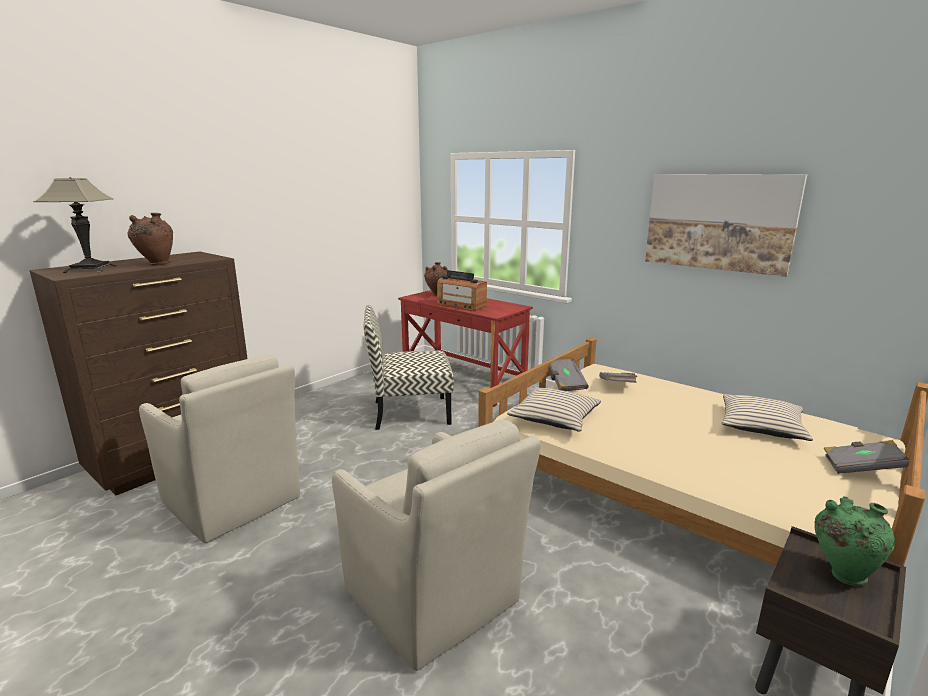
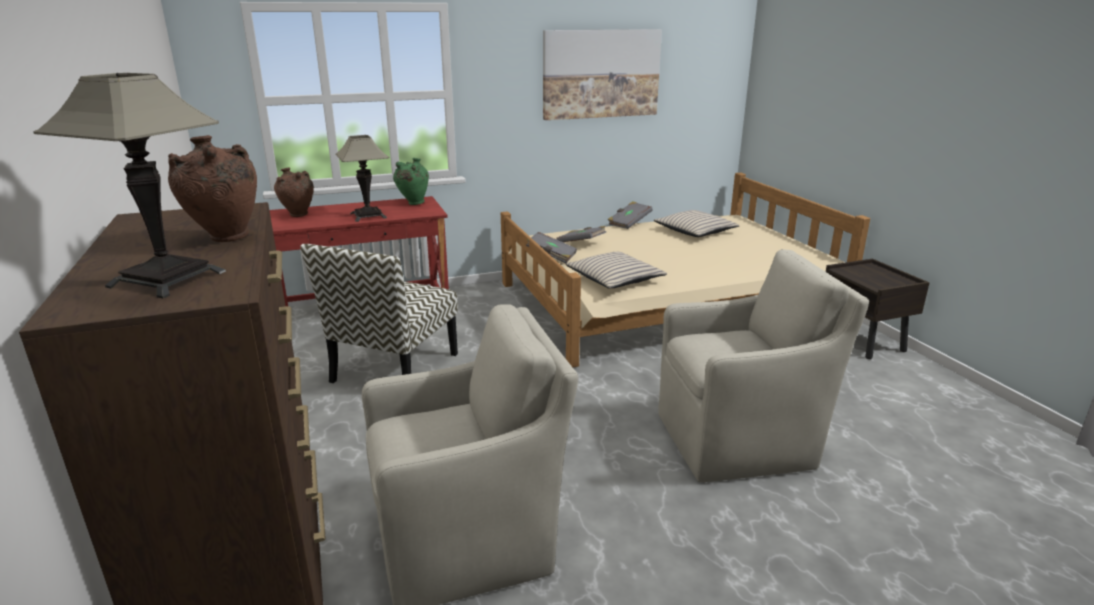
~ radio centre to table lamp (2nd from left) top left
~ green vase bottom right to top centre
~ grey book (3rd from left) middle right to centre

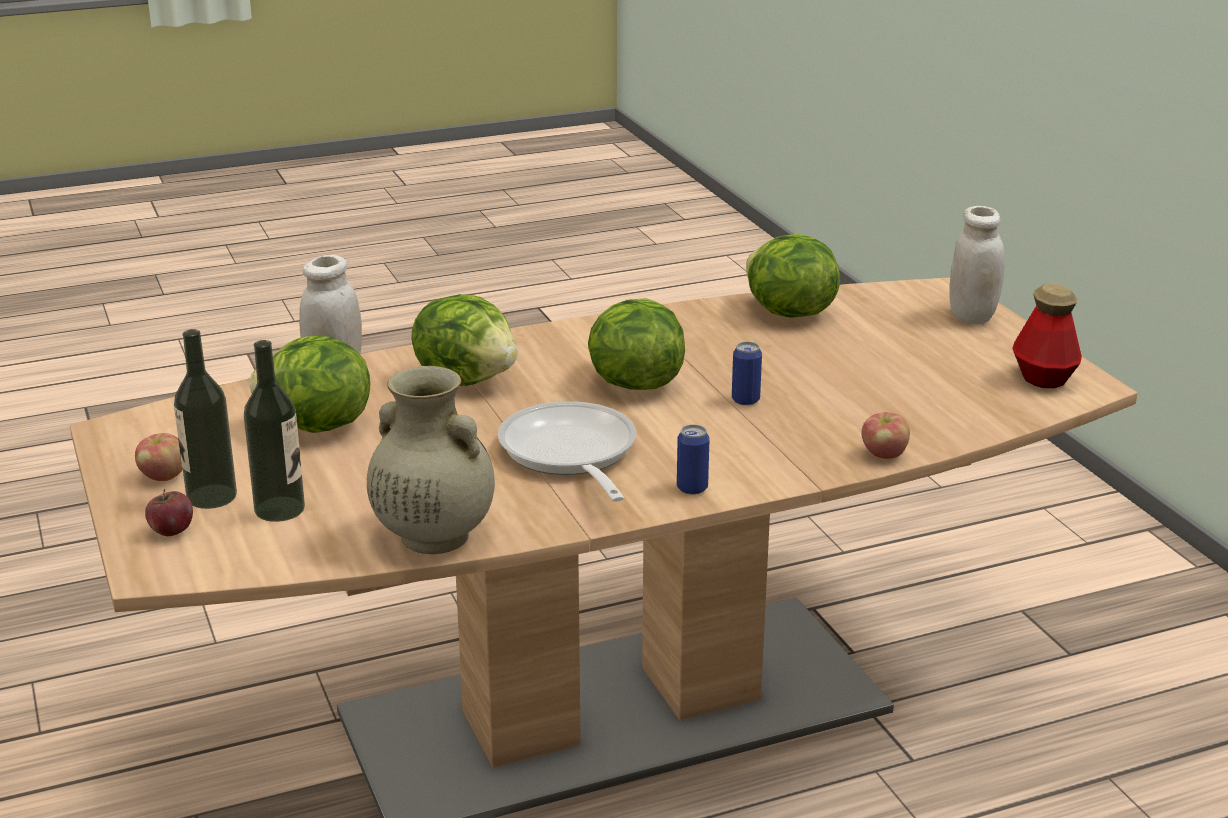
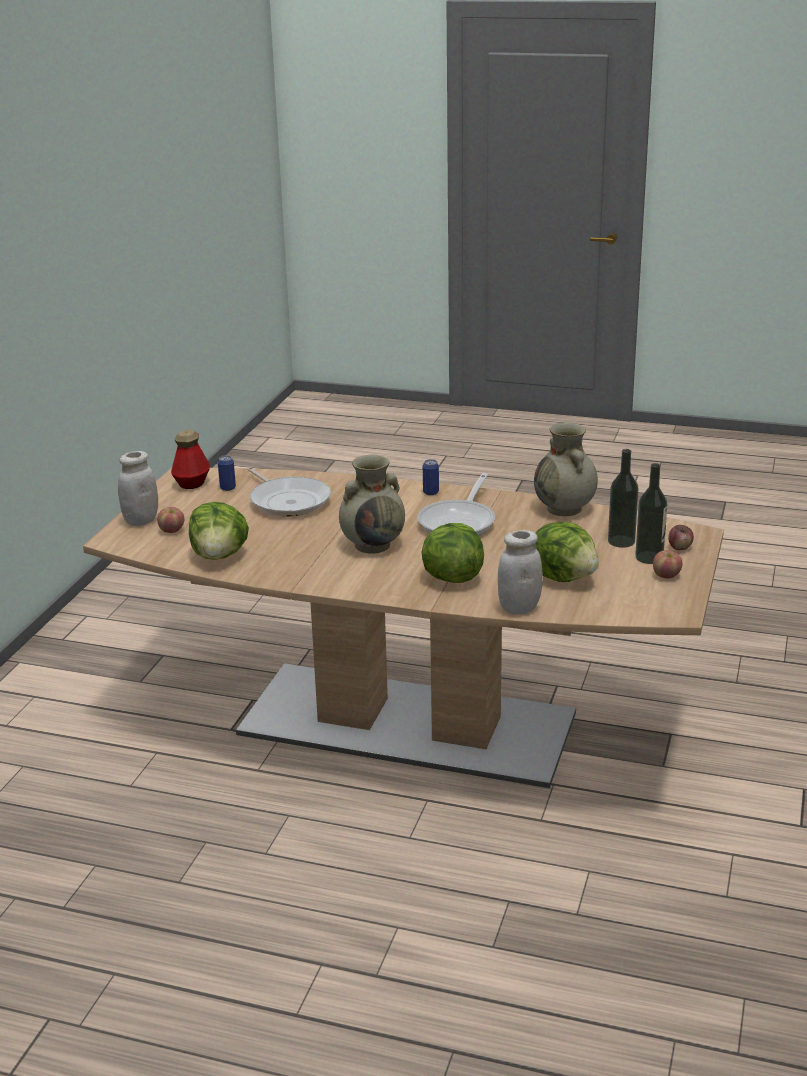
~ apple (3rd from left in the first image) middle right to apple (1st from left) middle left
~ can (2nd from left in the first image) centre to can (1st from left) middle left
+ frying pan (1st from left) centre
~ lettuce (3rd from left) centre to beige vase (1st from left) centre

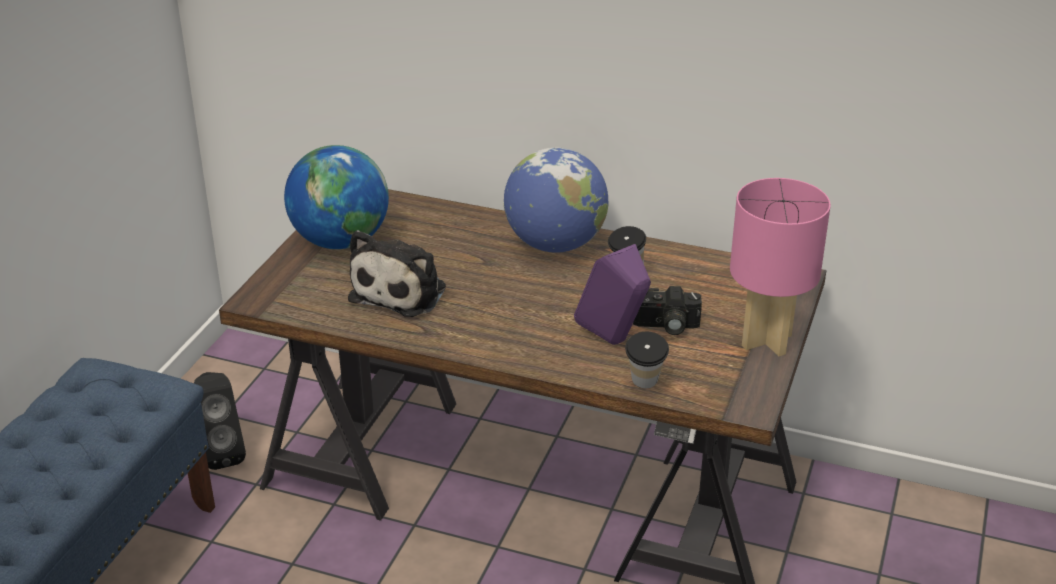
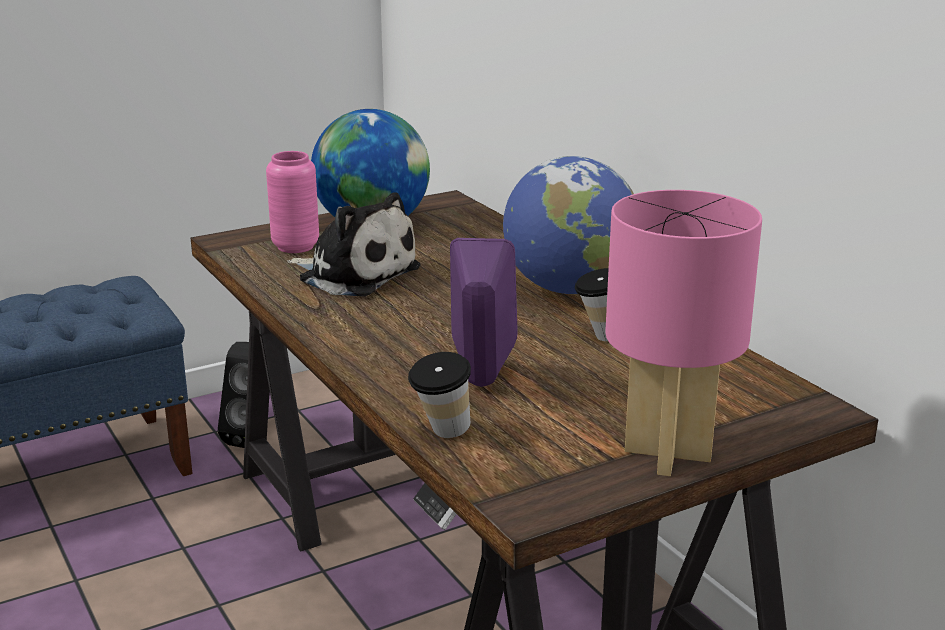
+ pink vase top left
~ plush toy centre = centre 120 degrees counterclockwise
- photo camera centre

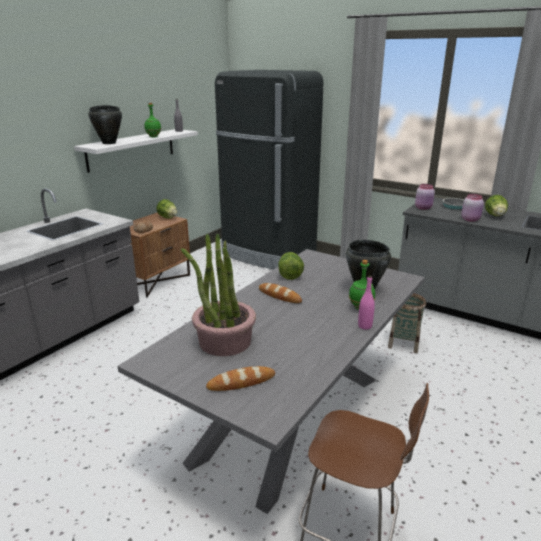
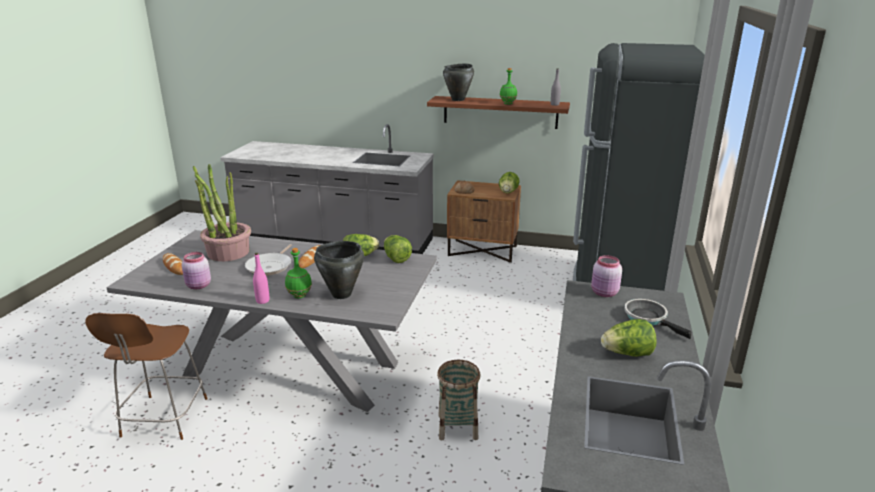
~ pink jar (2nd from left in the first image) middle right to pink jar (1st from left) middle left
+ frying pan (1st from left) middle left
+ lettuce (2nd from left) centre
~ white shelf top left to brown shelf top centre

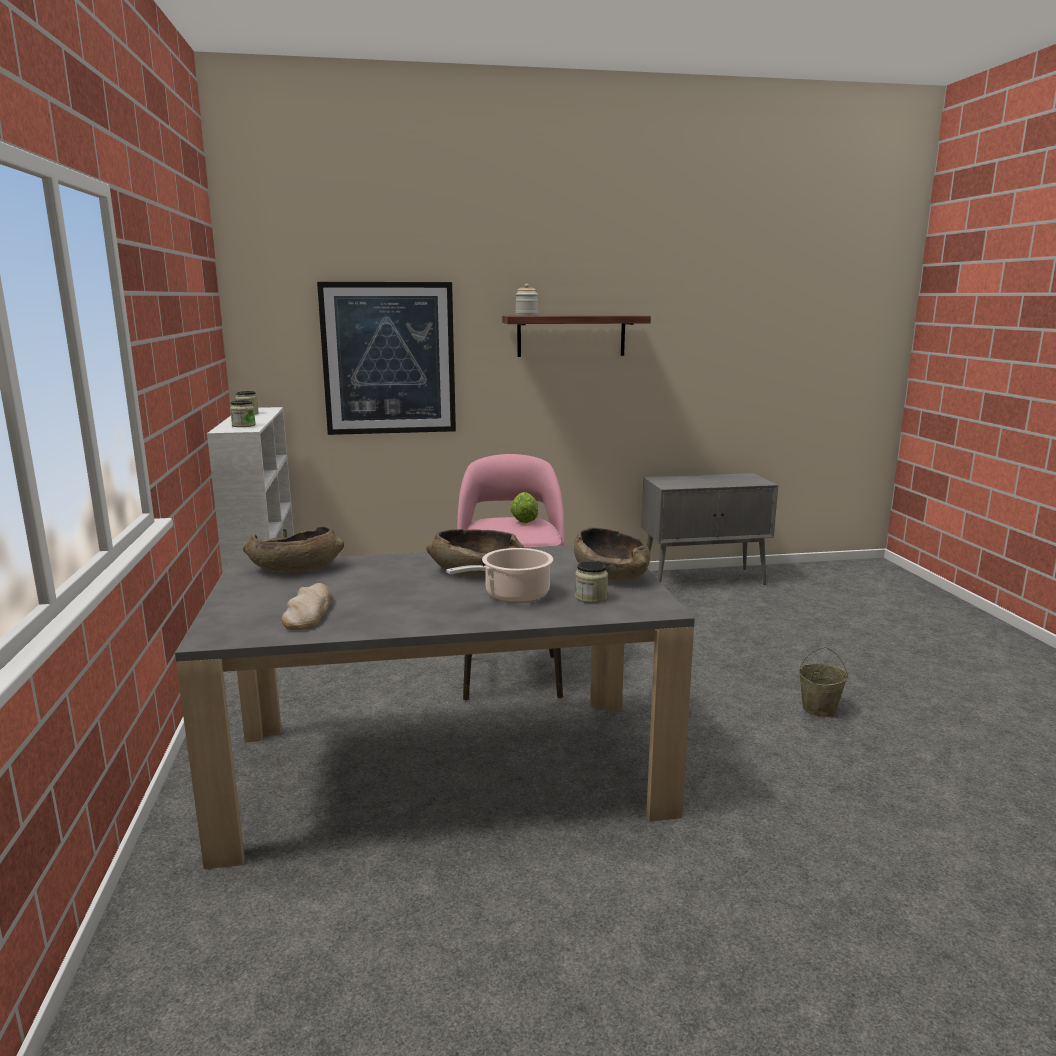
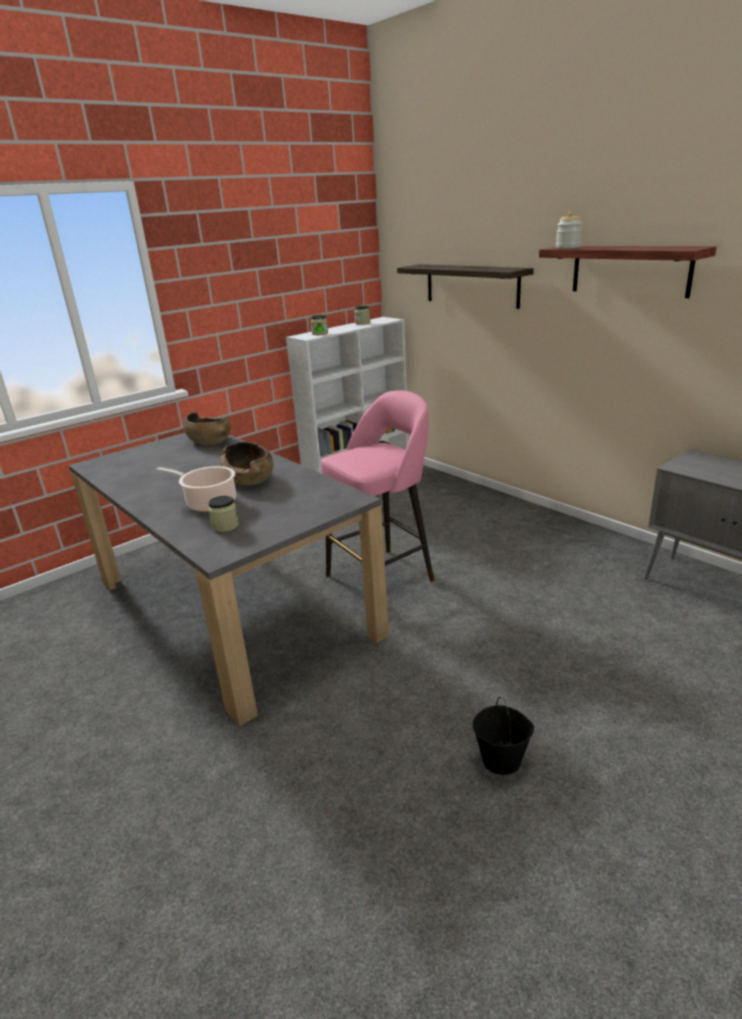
~ picture centre to shelf (1st from left) top centre
~ beige bucket middle right to black bucket bottom right
- bread middle left
- lettuce centre
- brown bowl (3rd from left) centre

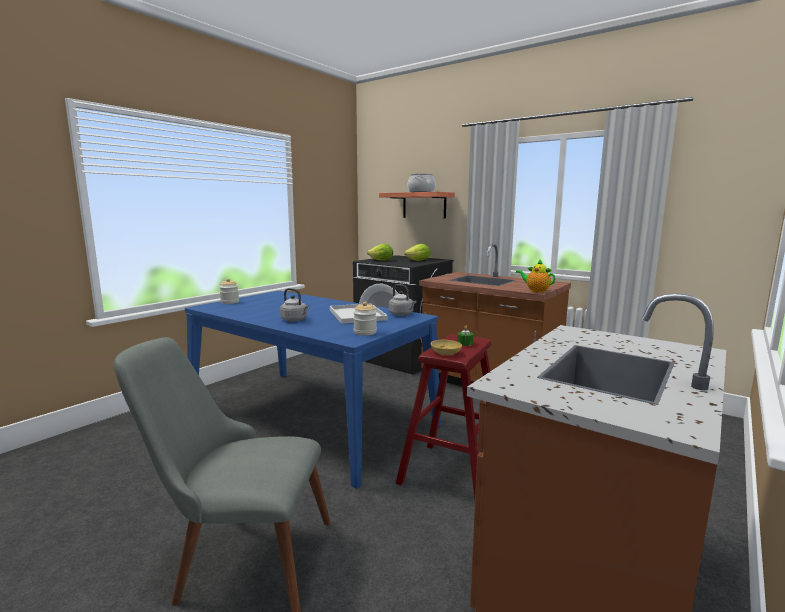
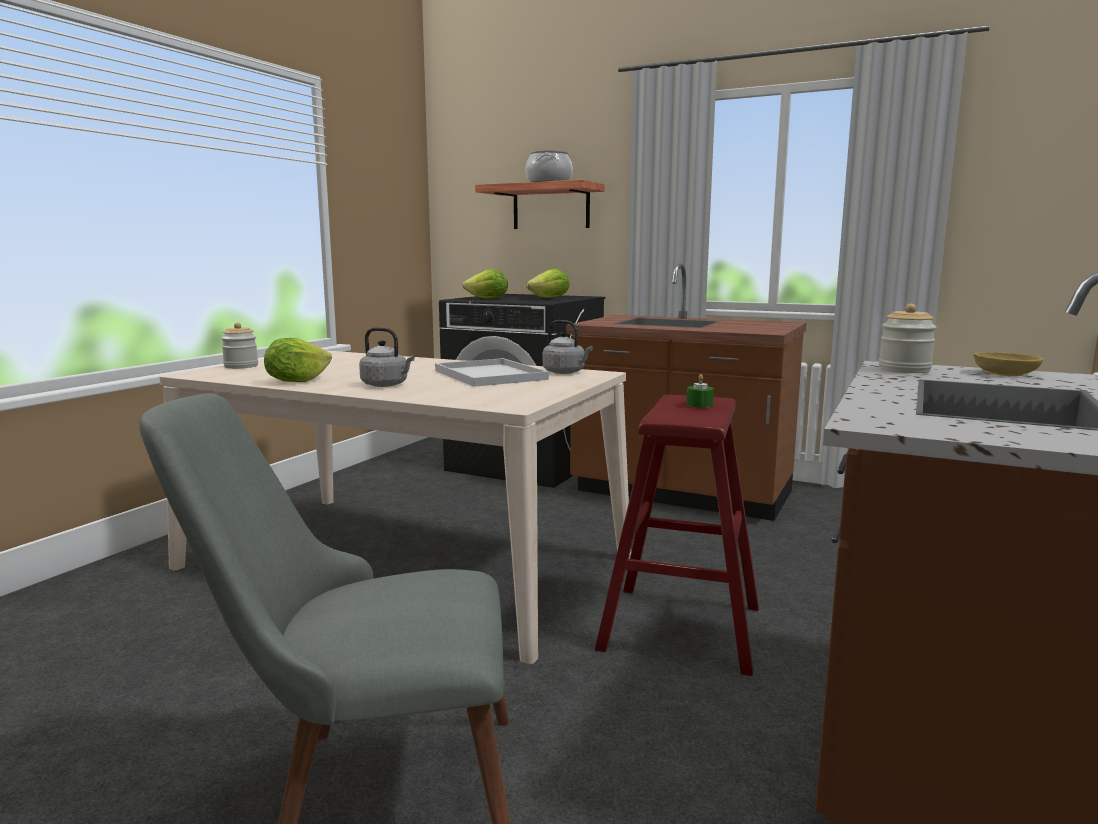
~ blue dining table centre to beige dining table centre
+ lettuce (1st from left) middle left
~ jar (2nd from left) centre to middle right
~ beige bowl centre to middle right
- teapot middle right

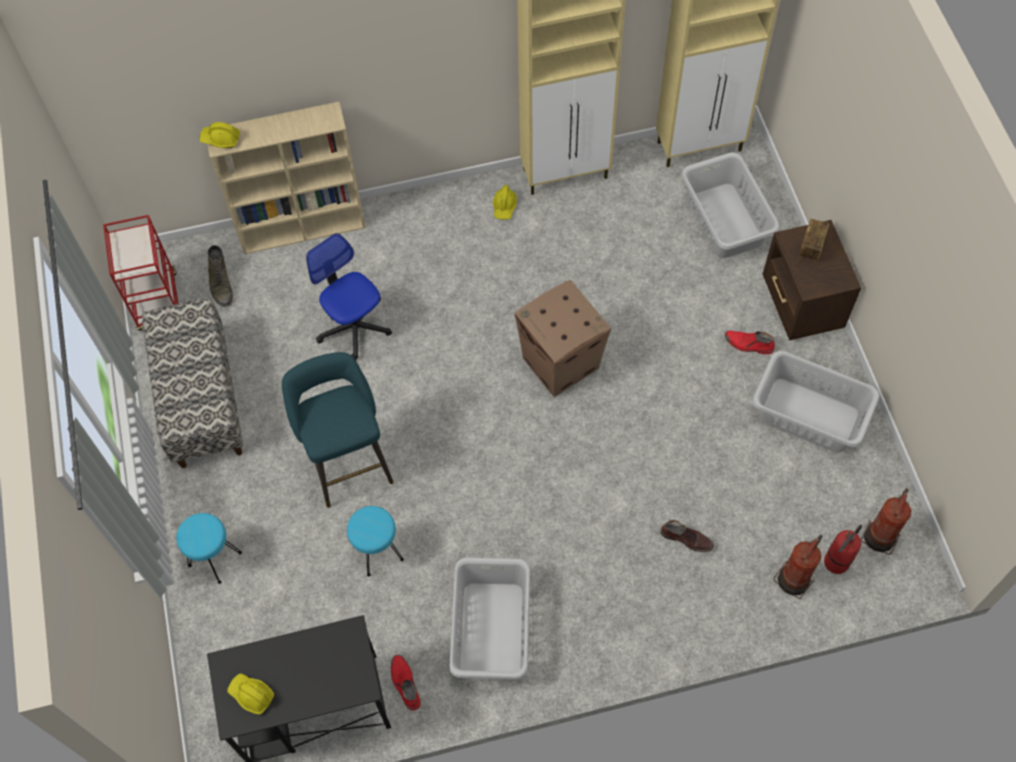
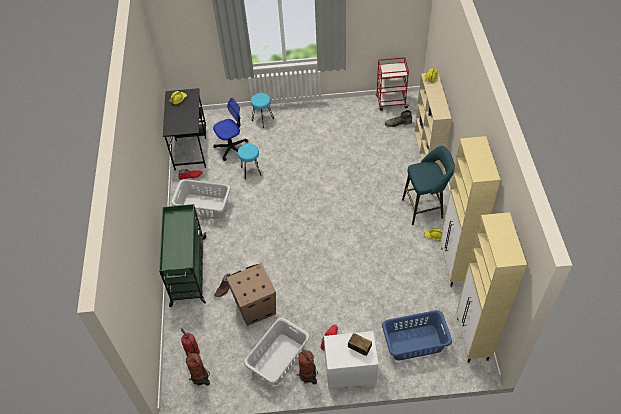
+ green cart middle left
~ office chair centre to top centre
~ cardboard box centre to bottom centre
~ fire extinguisher (1st from left in the first image) bottom right to fire extinguisher (3rd from left) bottom centre
~ brown nightstand middle right to white nightstand bottom centre
~ grey laundry basket (2nd from left) top right to blue laundry basket bottom right
~ turquoise stool (2nd from left in the first image) middle left to turquoise stool (3rd from left) middle right
- bench middle left

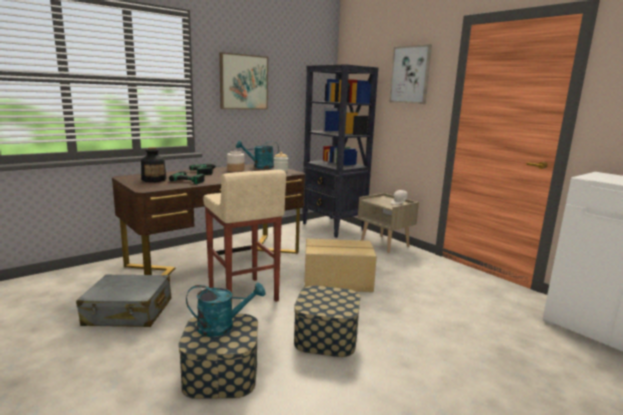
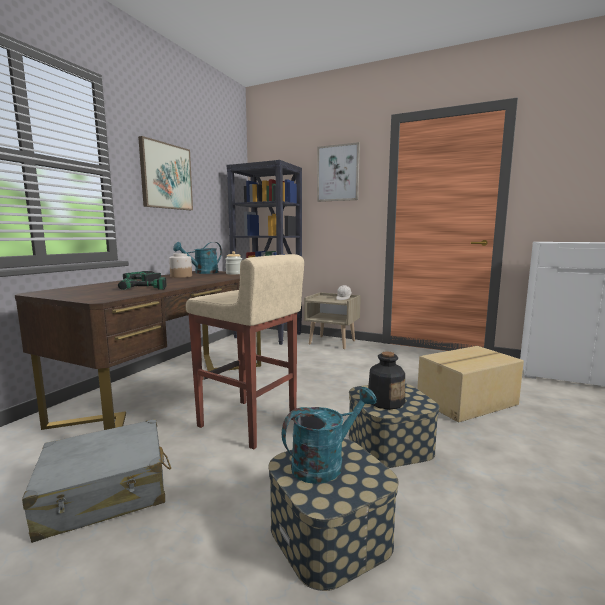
~ bottle middle left to centre
~ cardboard box centre to middle right

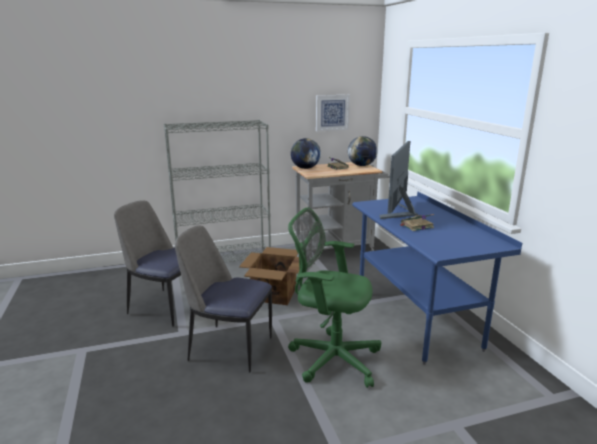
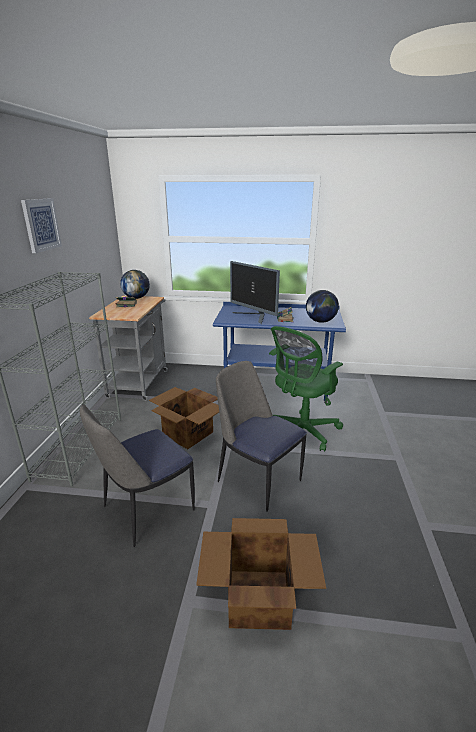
~ picture top centre to top left
+ cardboard box (2nd from left) bottom centre
~ chair (2nd from left) bottom centre = centre 90 degrees clockwise
~ globe (1st from left in the first image) centre to globe (2nd from left) middle right

